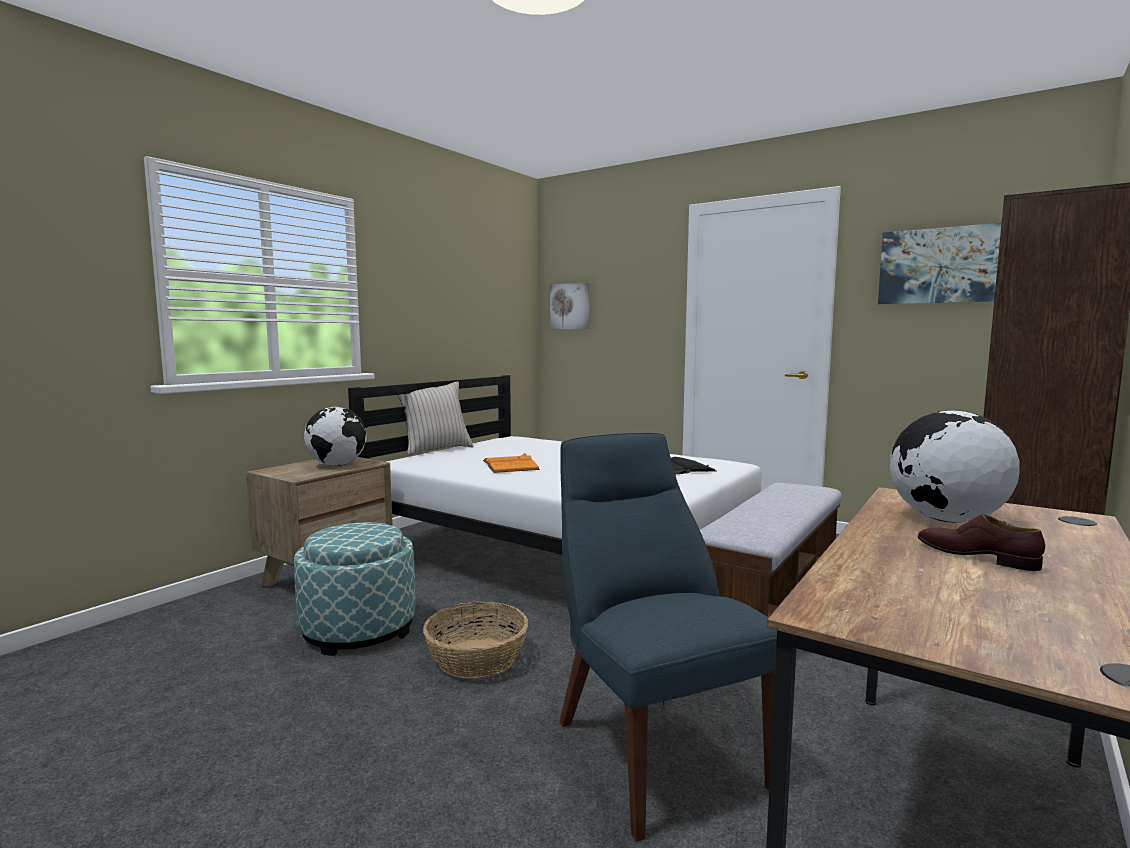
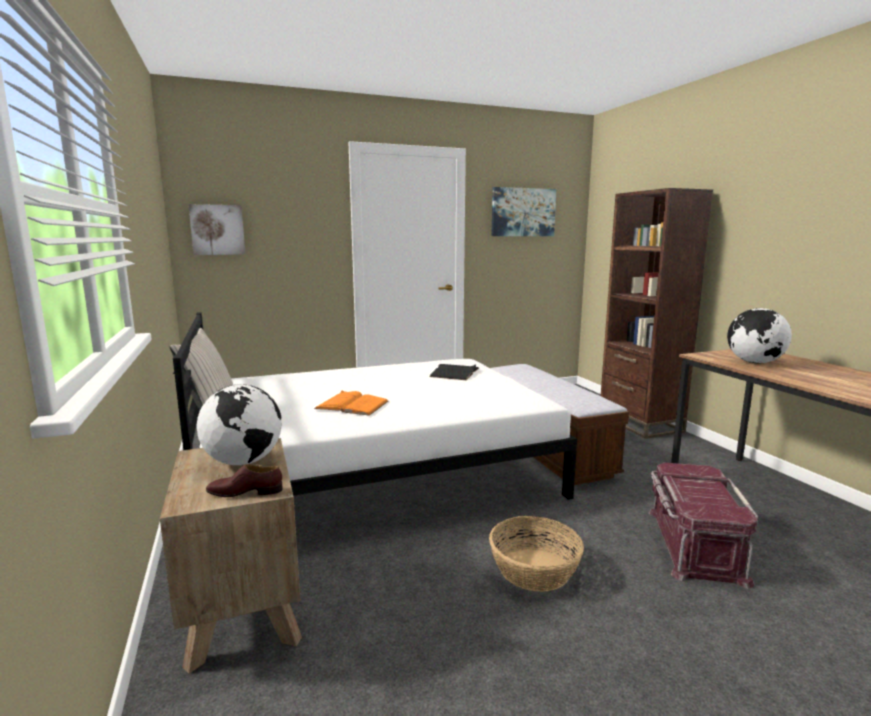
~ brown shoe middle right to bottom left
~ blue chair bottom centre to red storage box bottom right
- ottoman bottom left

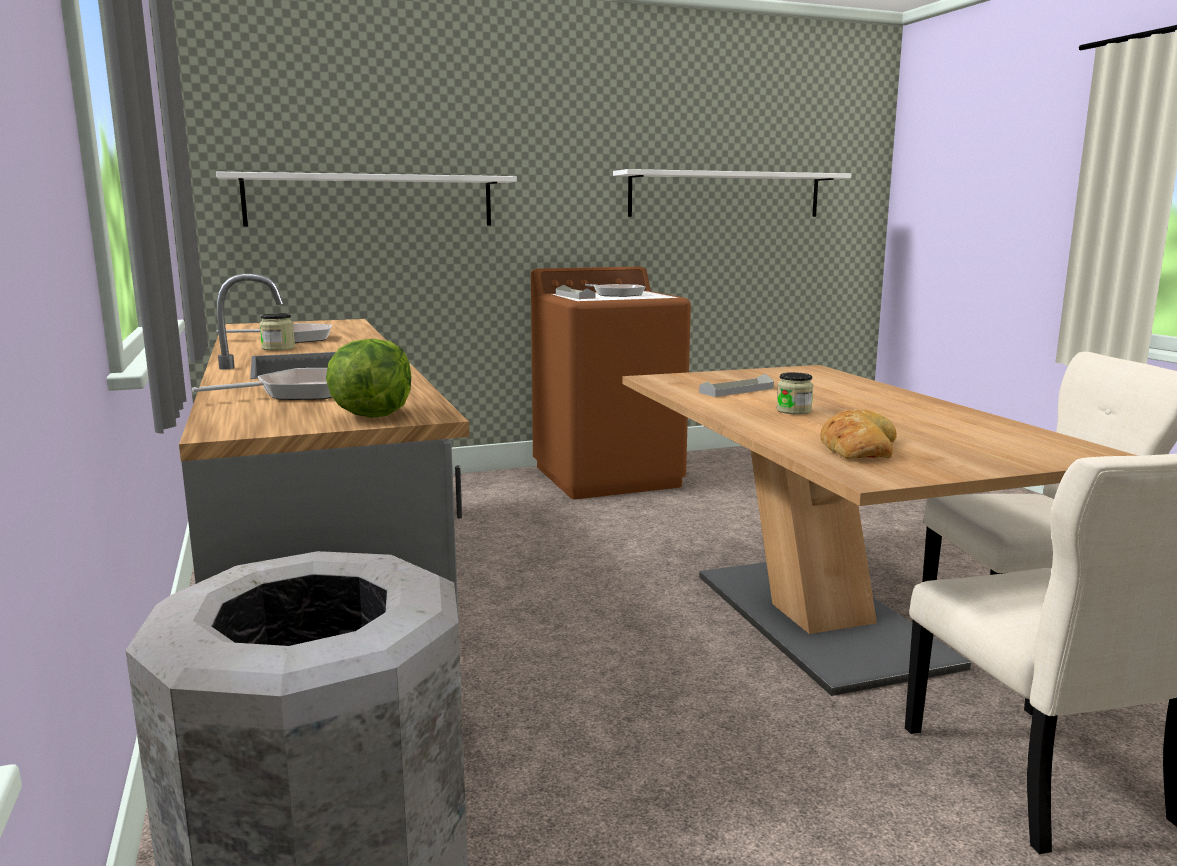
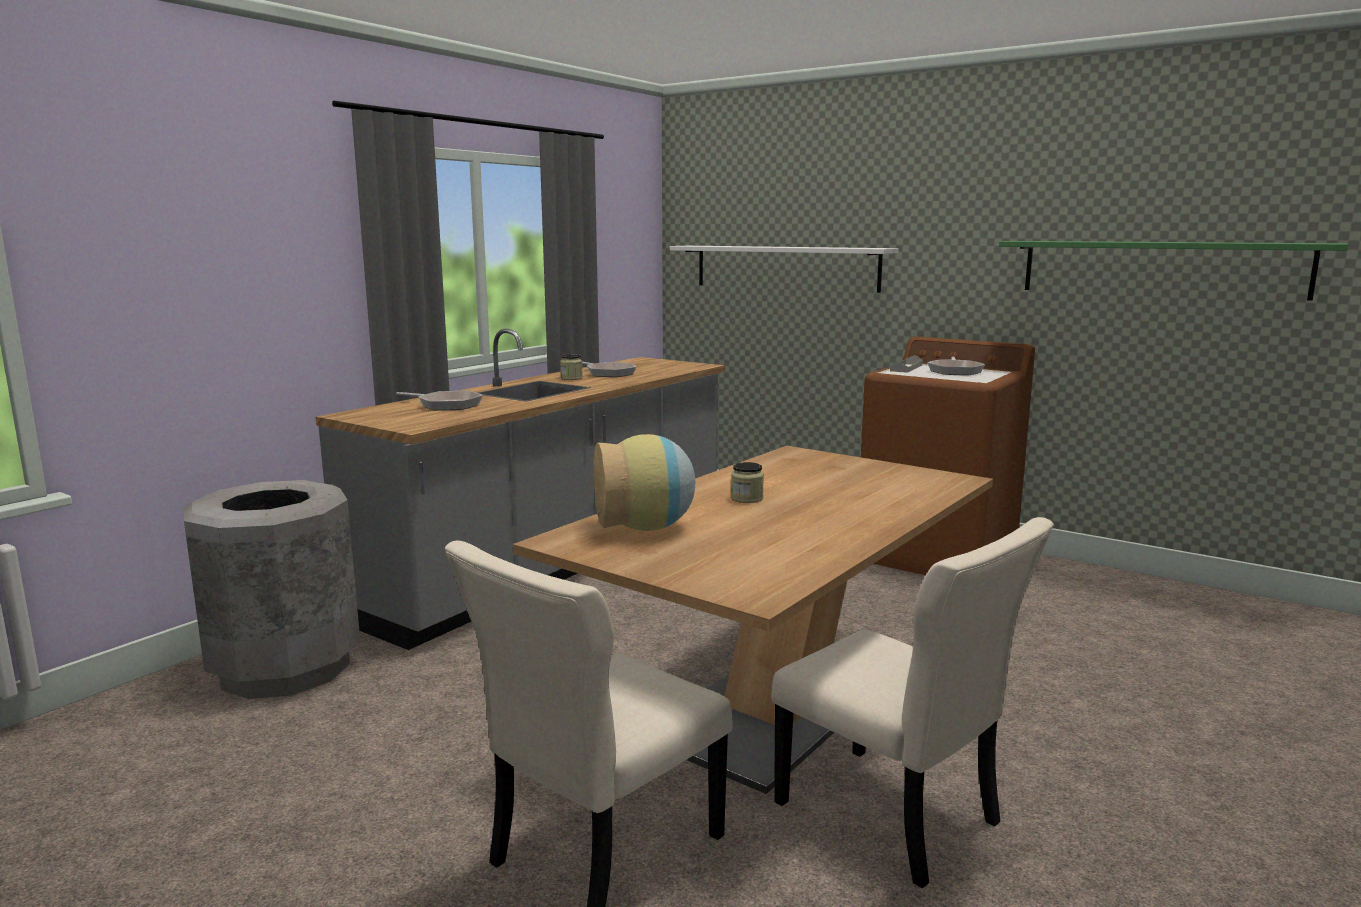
~ bread middle right to vase centre
~ white shelf (2nd from left) top centre to green shelf top right
- lettuce middle left
- grey tray (2nd from left) centre

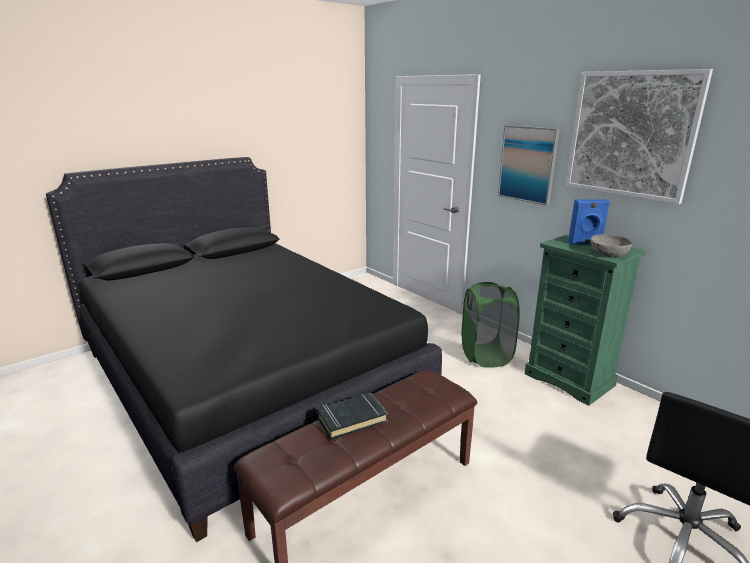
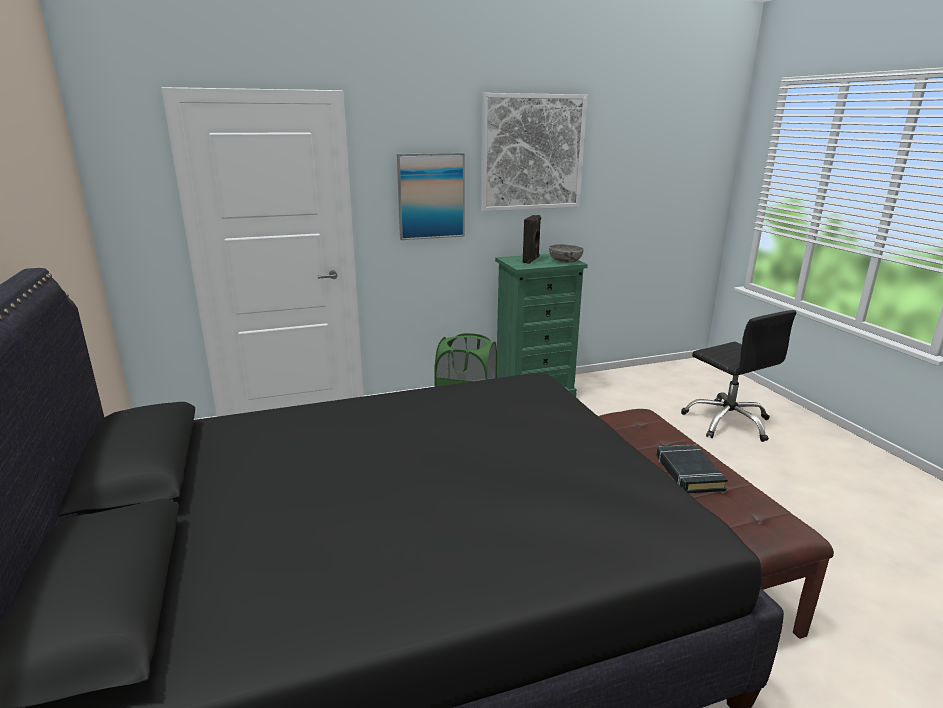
~ blue speaker middle right to black speaker centre

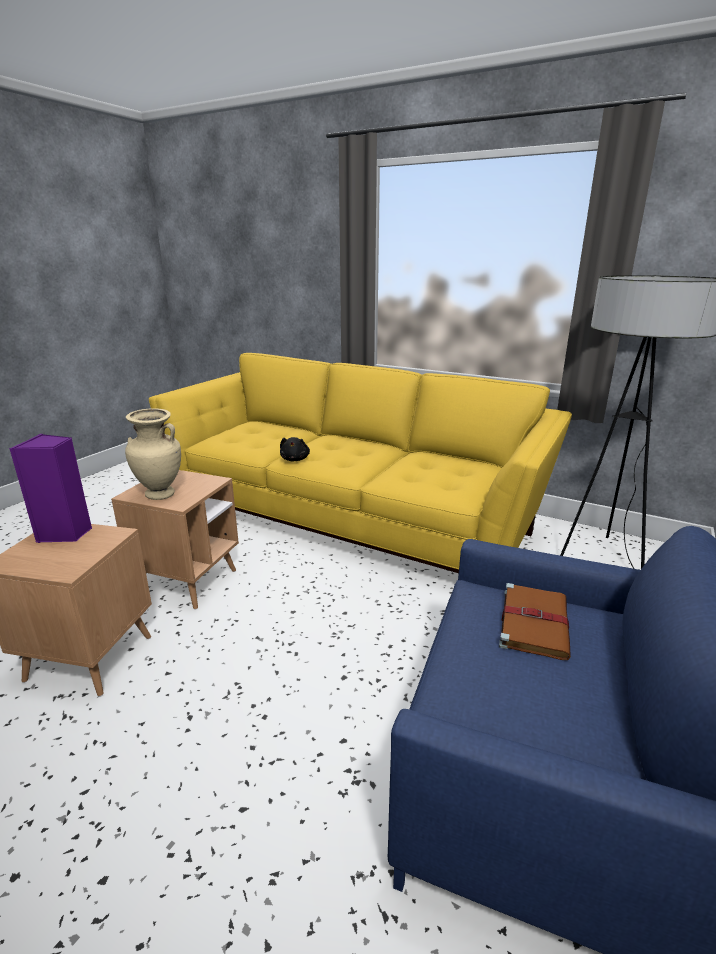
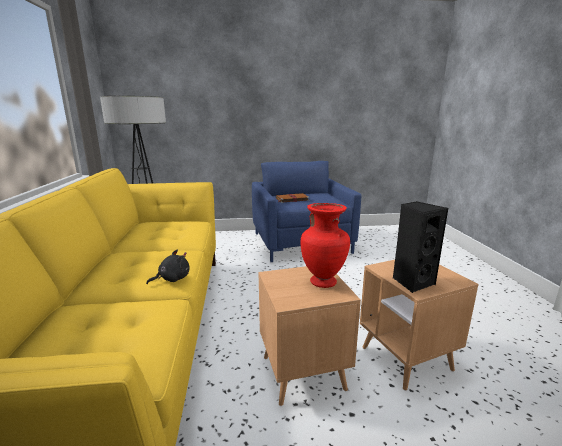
~ beige vase middle left to red vase centre
~ purple speaker middle left to black speaker middle right

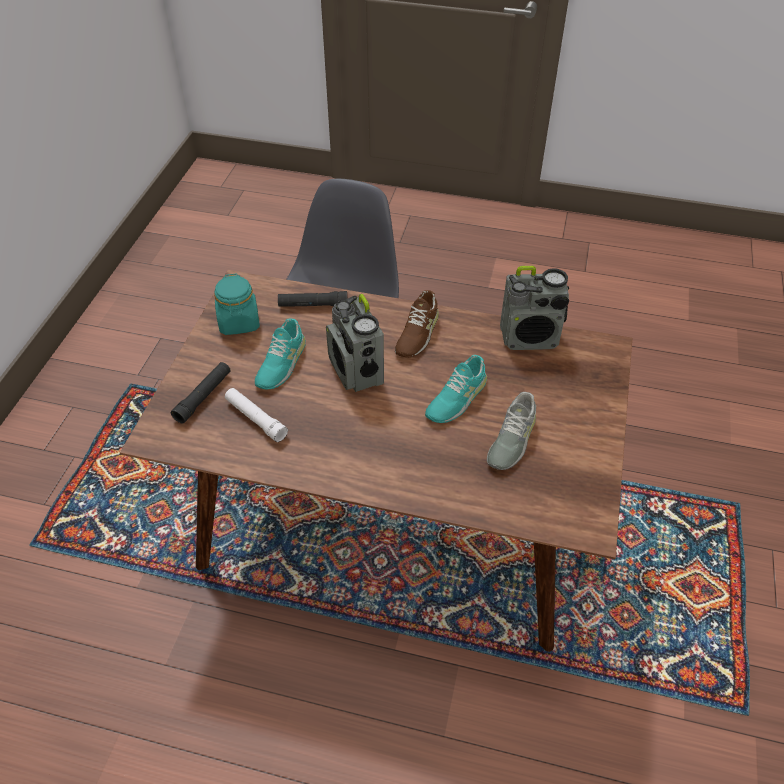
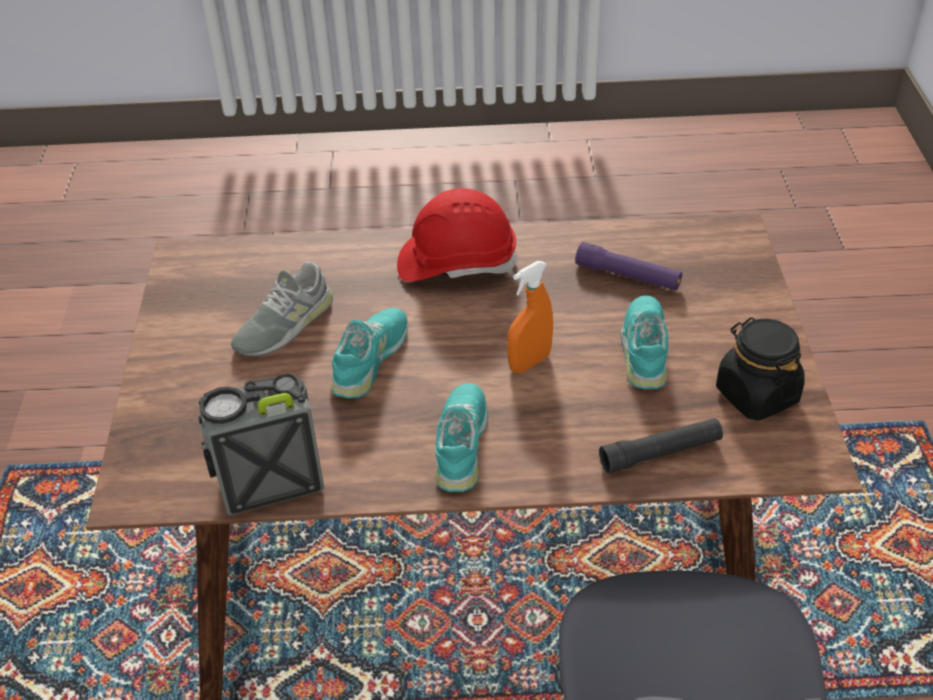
~ grey shoe centre = middle left 150 degrees counterclockwise
+ red hard hat centre
~ brown shoe centre to turquoise shoe (2nd from left) centre
~ radio (1st from left) centre to orange spray bottle centre
~ white flashlight middle left to purple flashlight middle right
~ turquoise jar middle left to black jar middle right
- black flashlight (1st from left) middle left

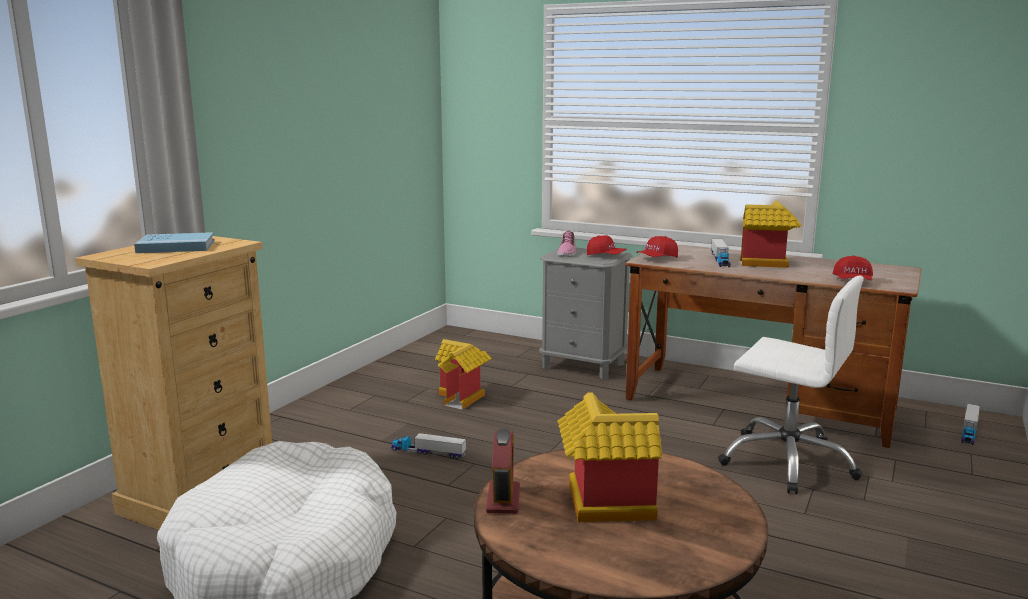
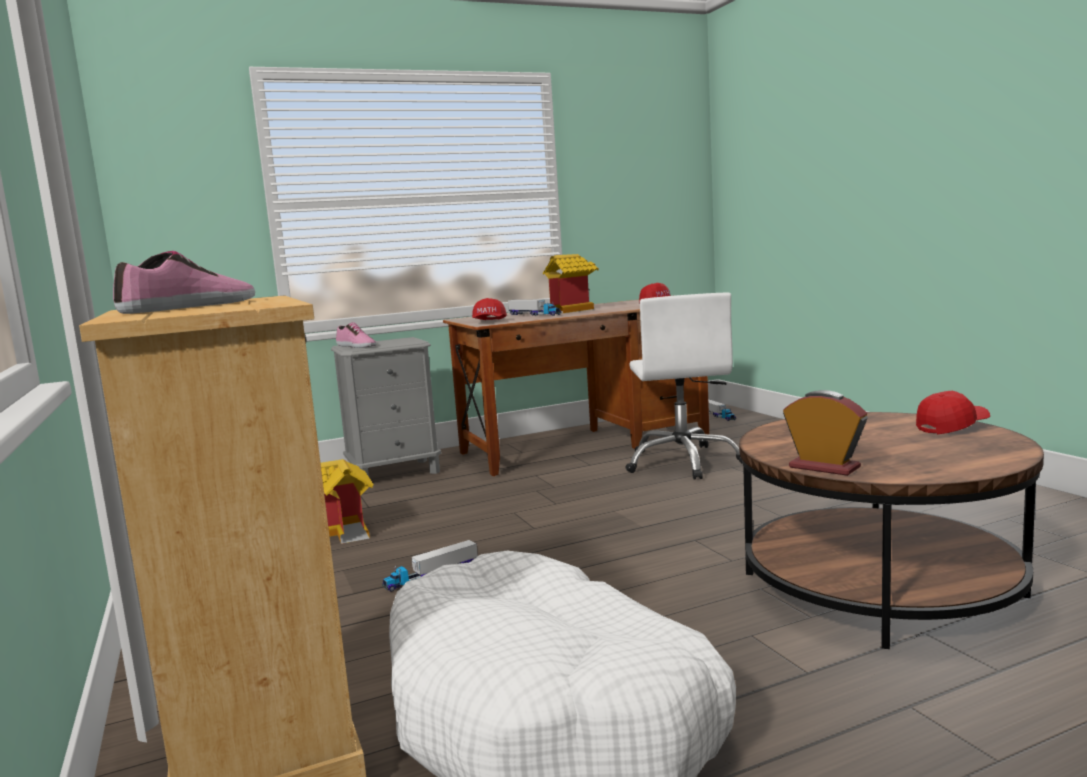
~ blue book middle left to shoe (1st from left) middle left
~ white office chair middle right = centre 105 degrees clockwise
~ red cap (1st from left in the first image) centre to red cap (3rd from left) middle right
- toy house (2nd from left) bottom centre

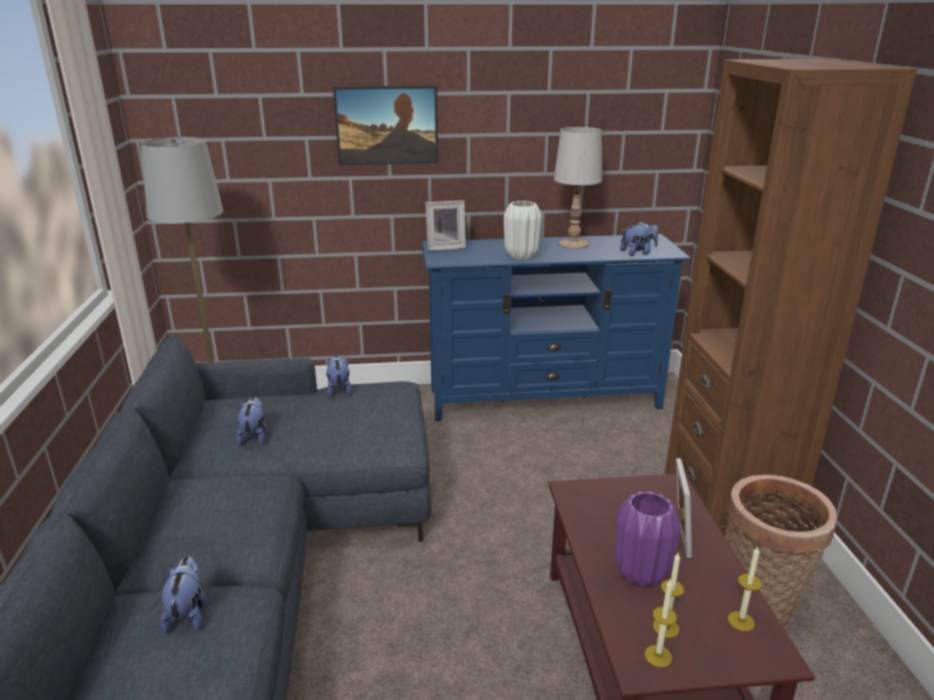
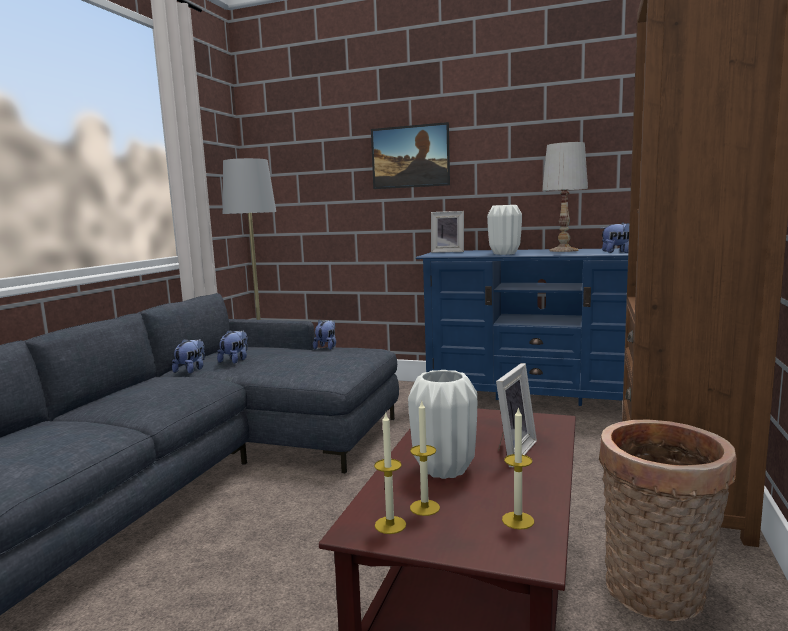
~ plush toy (1st from left) bottom left to middle left
~ purple vase bottom right to white vase (1st from left) bottom centre

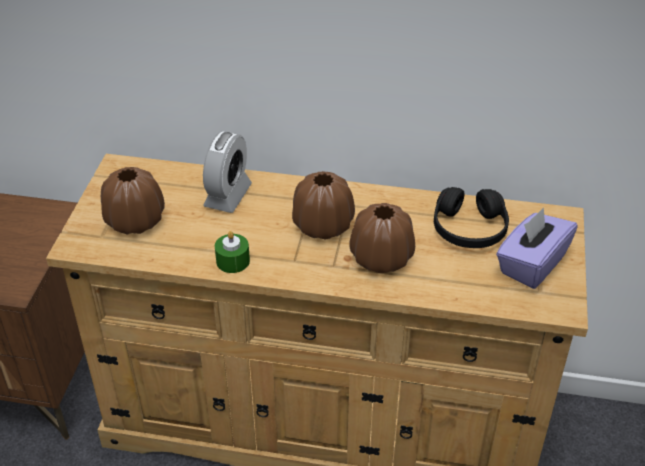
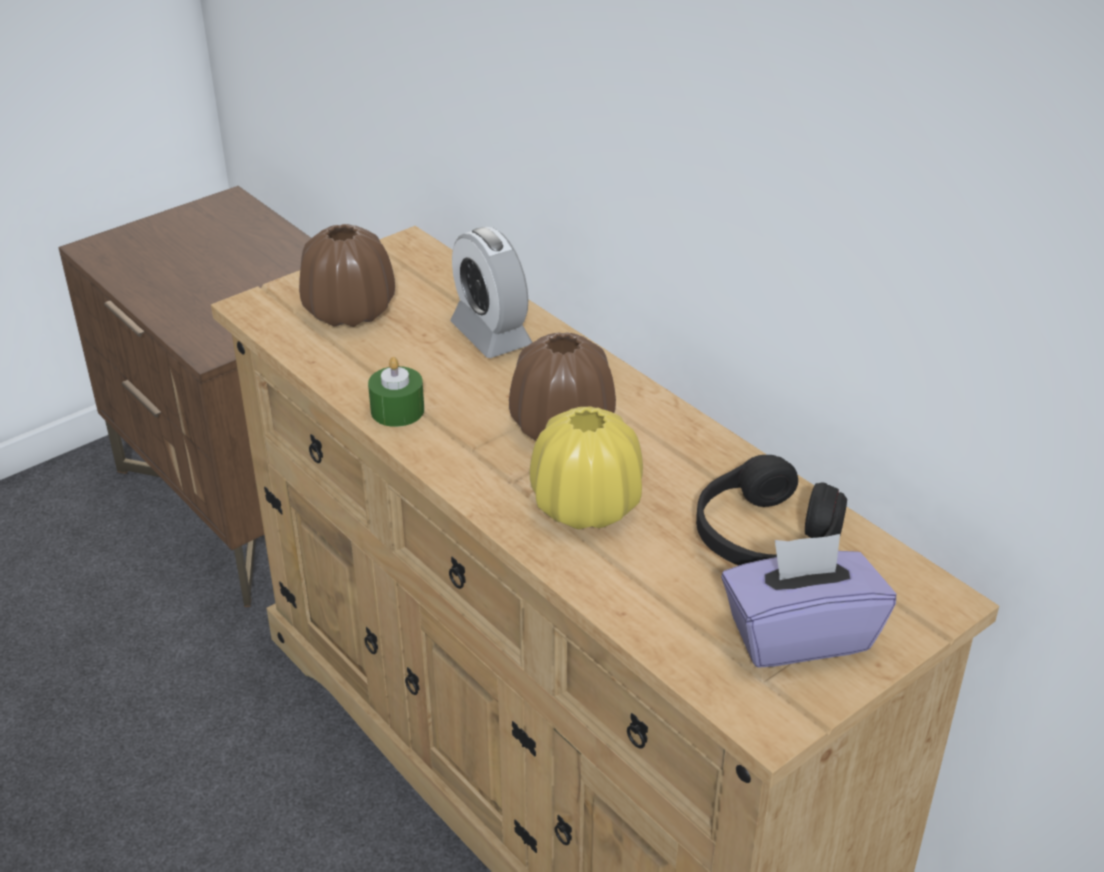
~ alarm clock centre = centre 90 degrees clockwise
~ brown vase (3rd from left) centre to yellow vase centre

